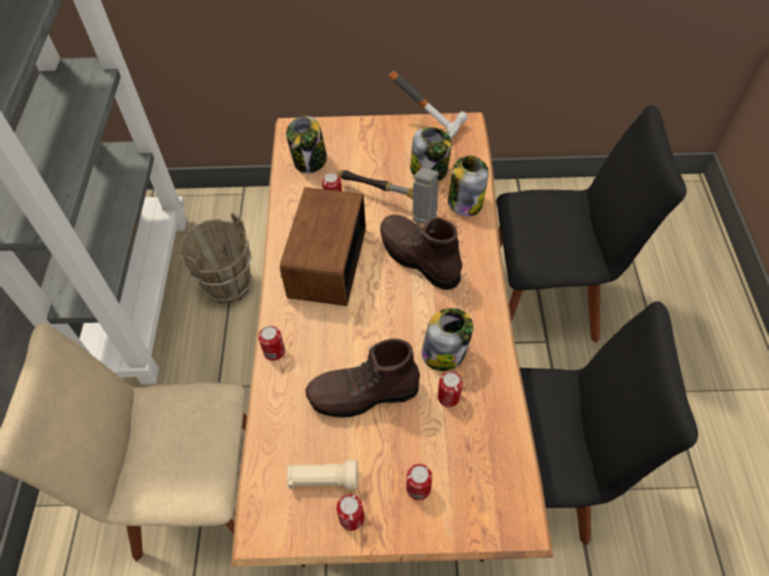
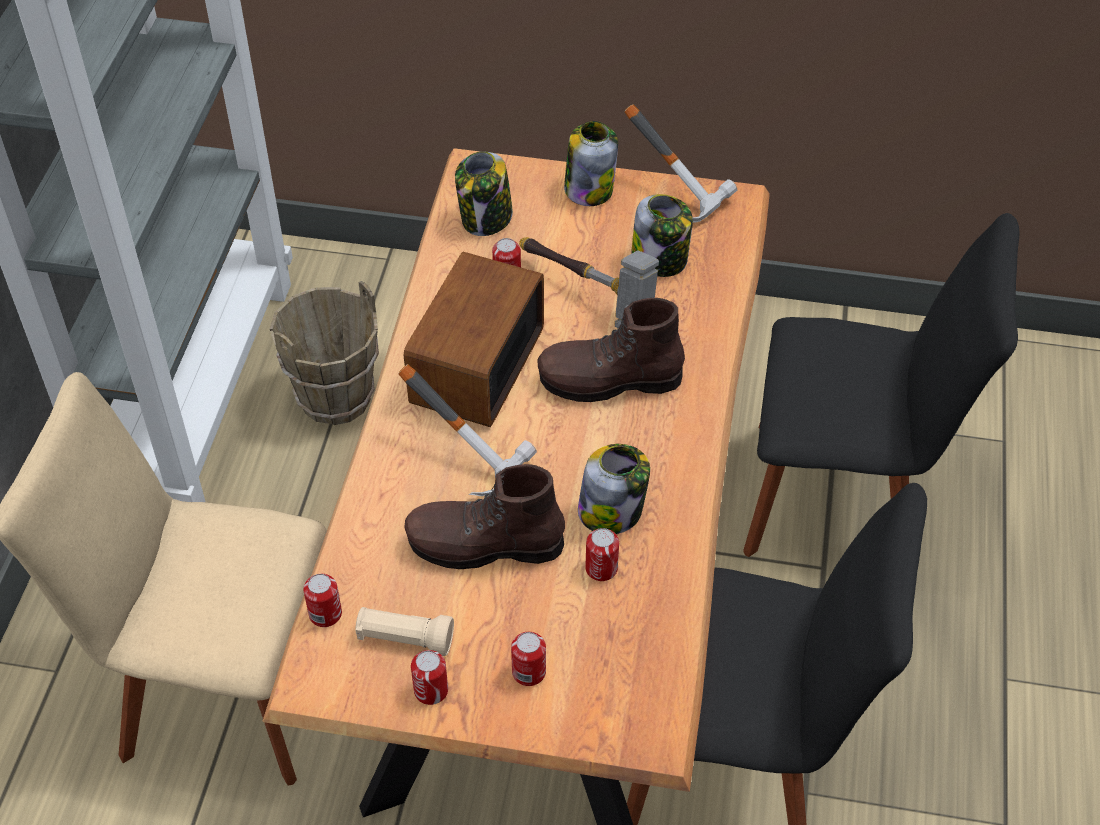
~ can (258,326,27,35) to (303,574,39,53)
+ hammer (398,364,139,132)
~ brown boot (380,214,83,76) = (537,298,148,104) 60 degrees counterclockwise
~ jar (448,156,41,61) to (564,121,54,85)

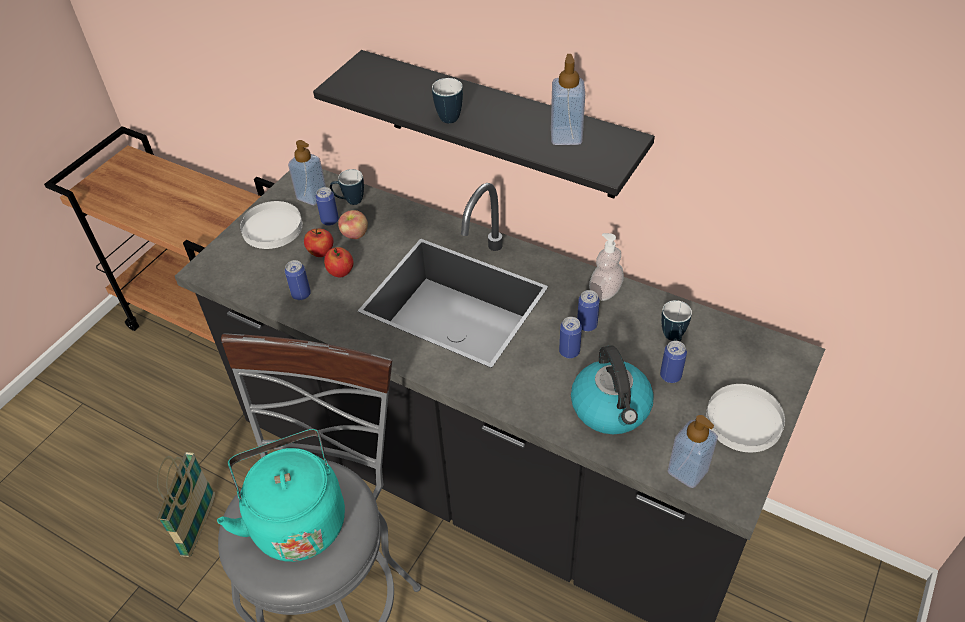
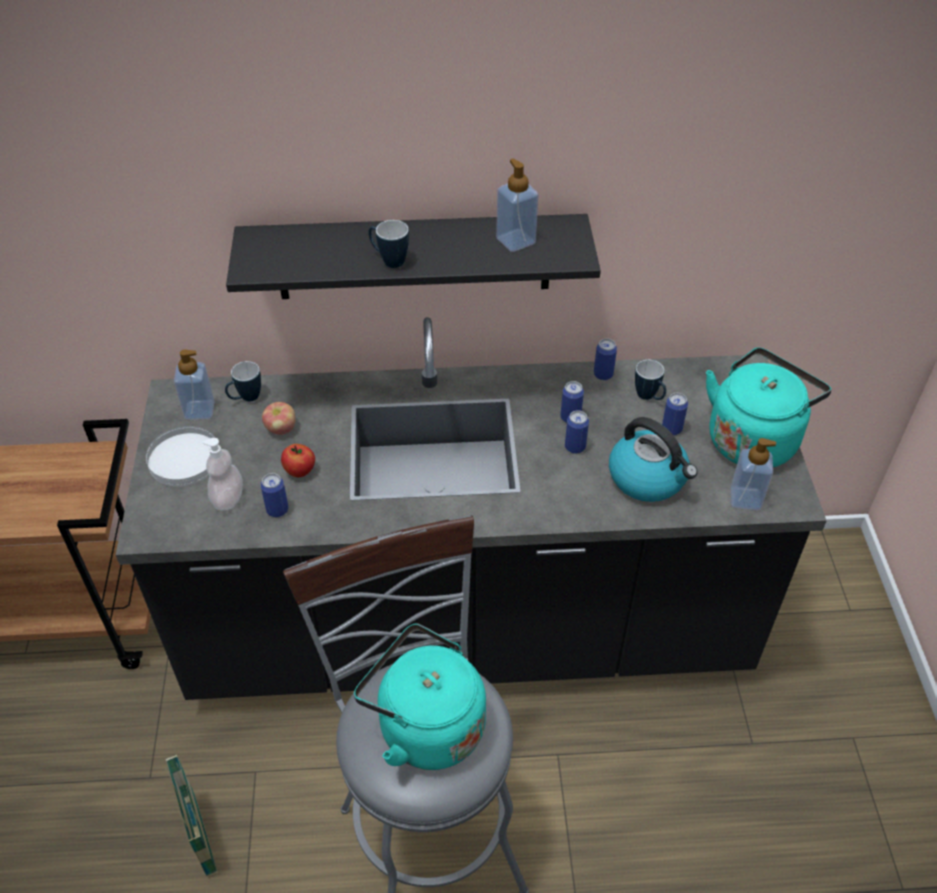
~ soap dispenser (589,233,35,68) to (202,438,41,72)
~ can (316,187,23,39) to (594,338,23,42)
~ white plate (706,384,79,68) to turquoise kettle (706,347,125,120)
- apple (304,228,29,29)

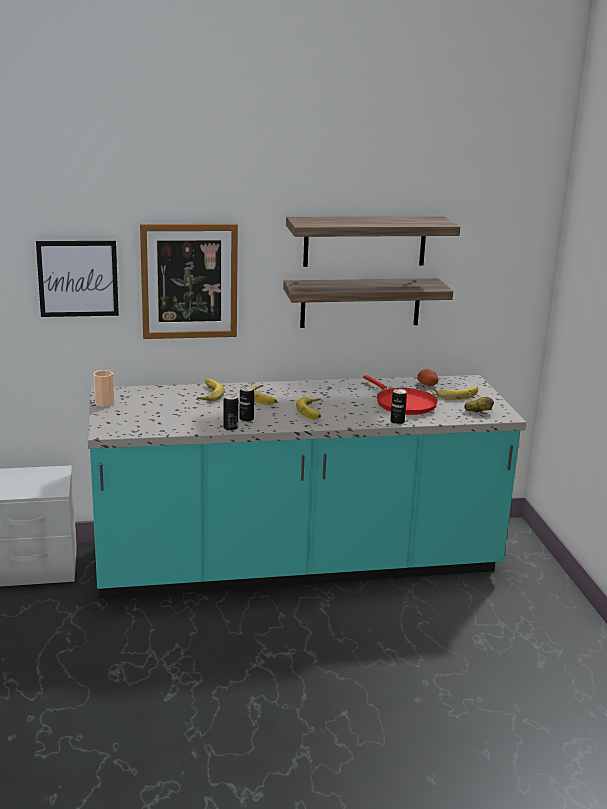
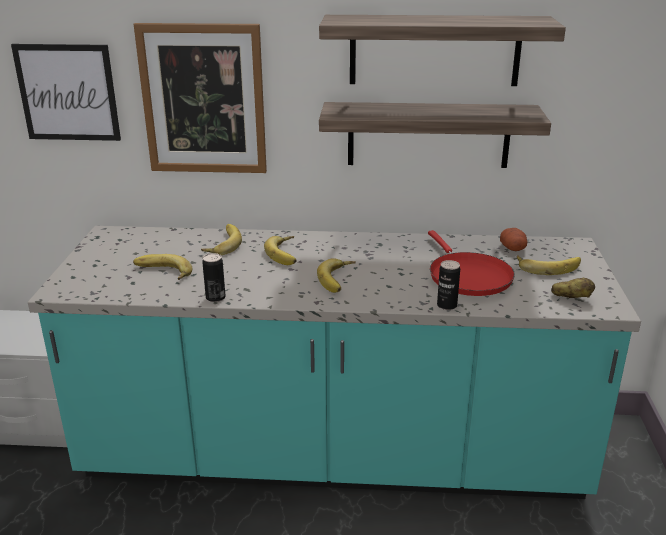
+ banana (133,254,59,26)
- cup (93,370,21,37)
- can (239,386,15,36)

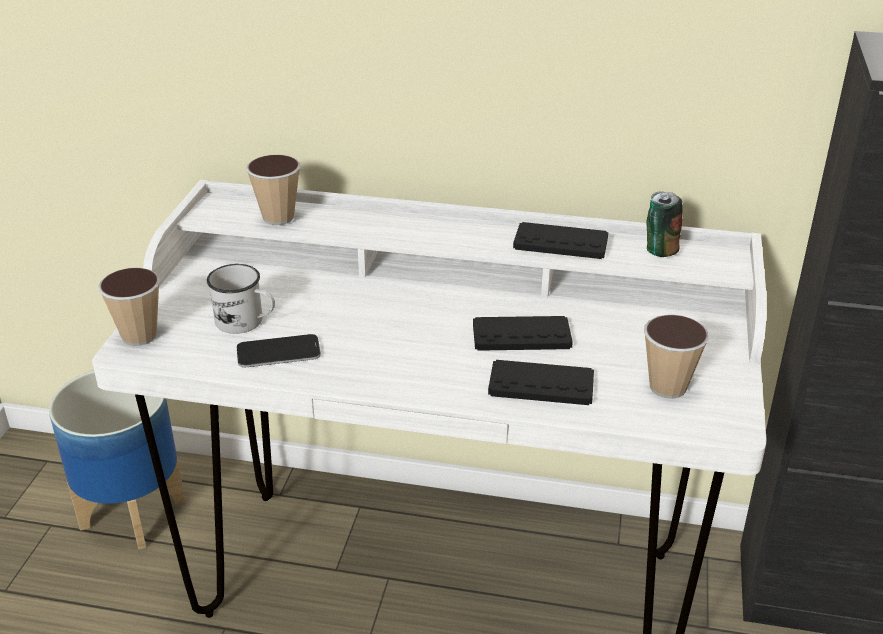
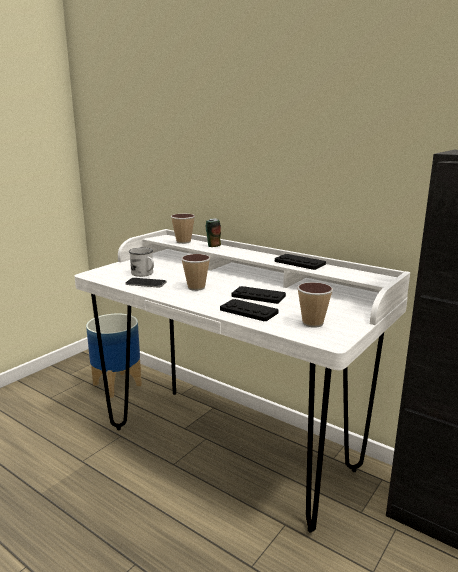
~ cup (98,268,62,78) to (181,254,29,37)
~ can (647,191,36,66) to (205,219,16,28)

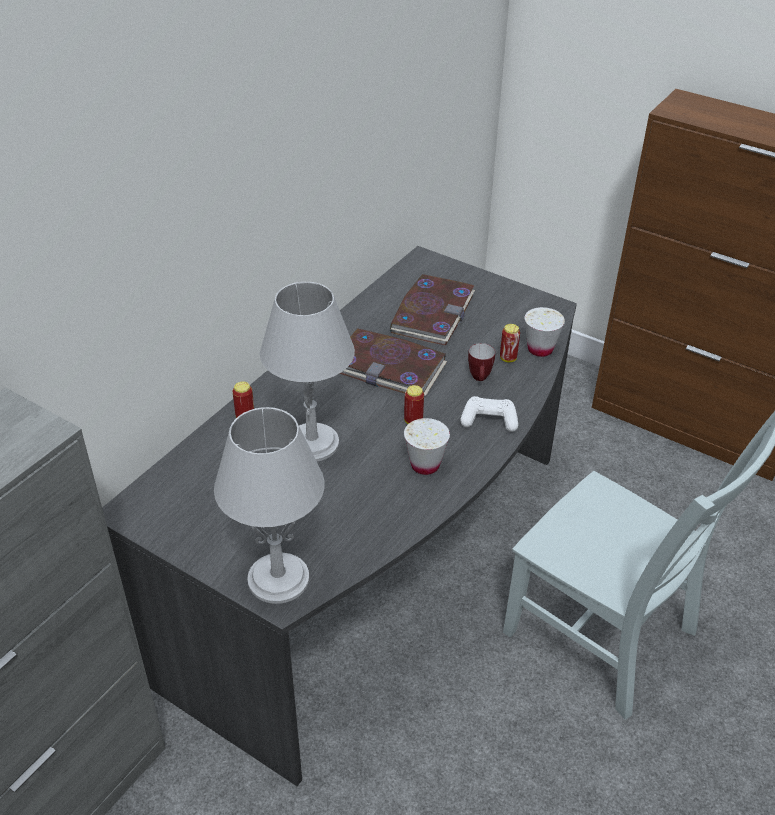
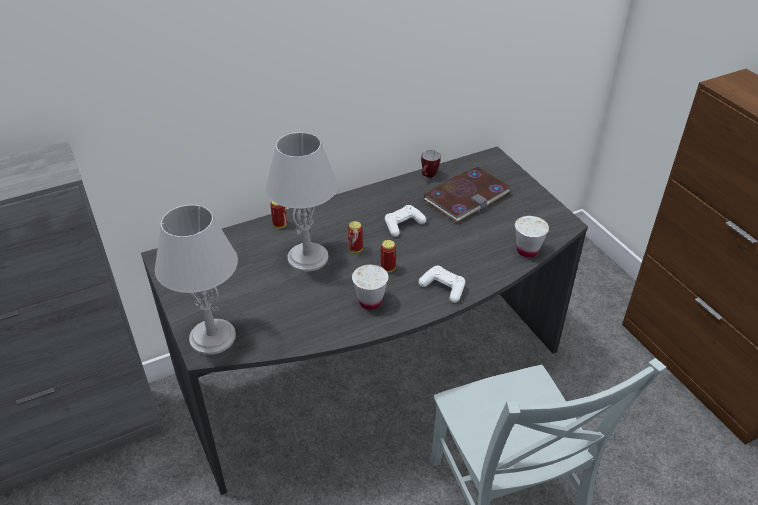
~ can (500,324,20,38) to (348,221,15,32)
~ book (340,328,107,68) to white game controller (385,205,41,32)
~ mug (468,343,27,38) to (421,150,20,28)

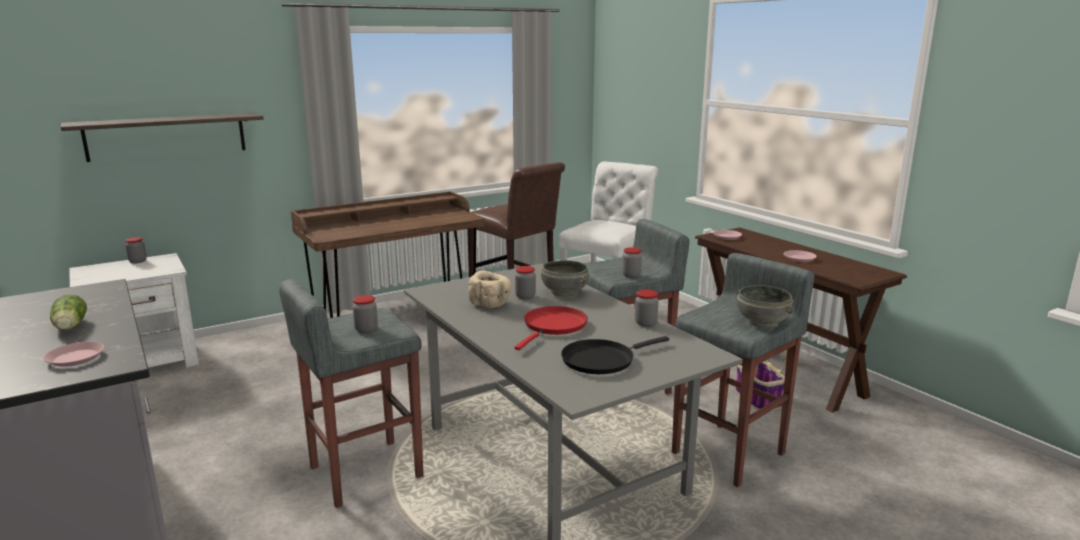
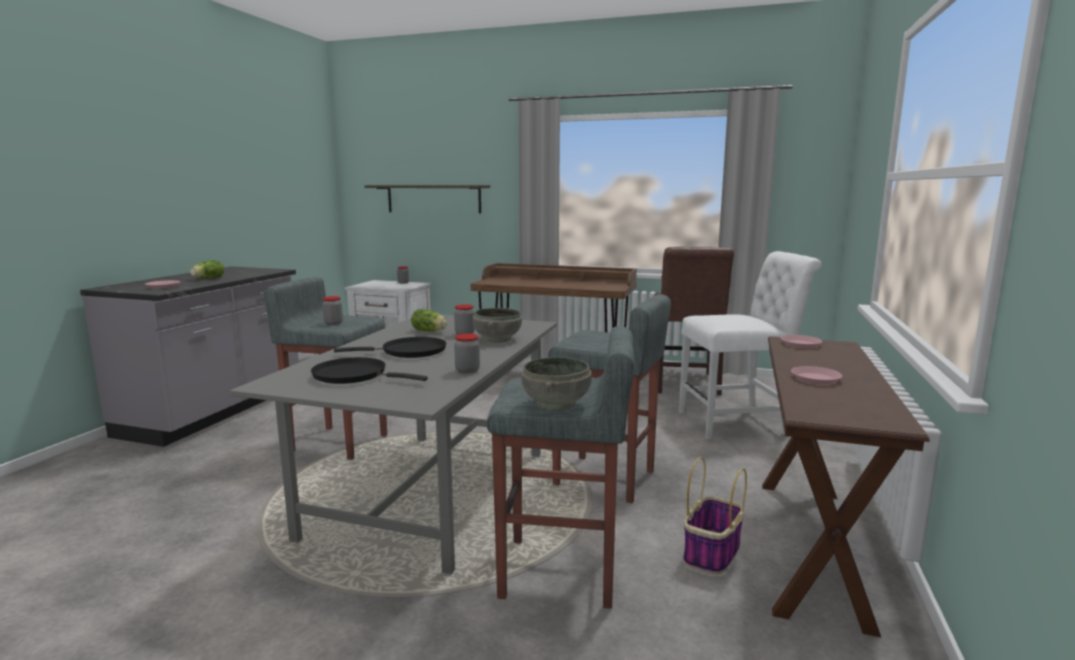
~ red frying pan (514,306,74,44) to black frying pan (334,337,112,21)
~ beige bowl (468,270,44,38) to lettuce (411,309,37,22)
- jar (622,247,20,31)

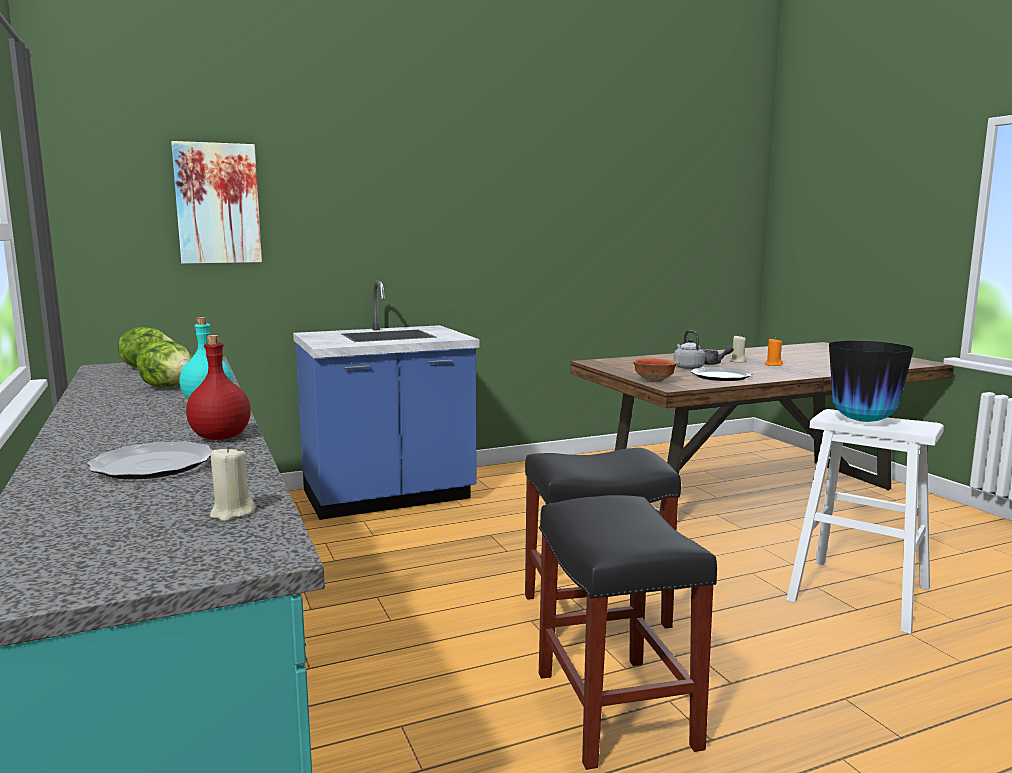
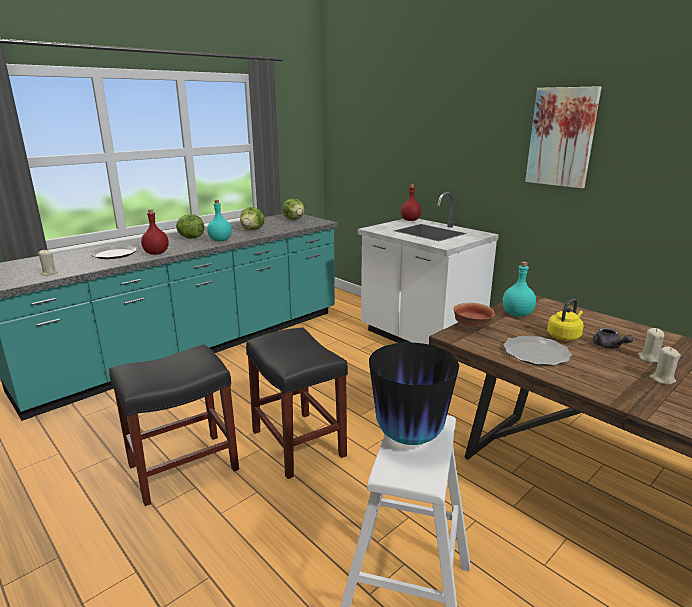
+ lettuce (176,214,28,25)
~ blue counter (293,280,187,240) to white counter (358,192,141,153)
+ red bottle (401,184,20,37)
+ turquoise bottle (503,262,33,55)
~ picture (171,141,91,123) to (525,86,77,102)
~ grey kettle (674,330,31,39) to yellow kettle (547,299,37,42)
~ orange candle (765,338,18,28) to beige candle (649,346,32,39)

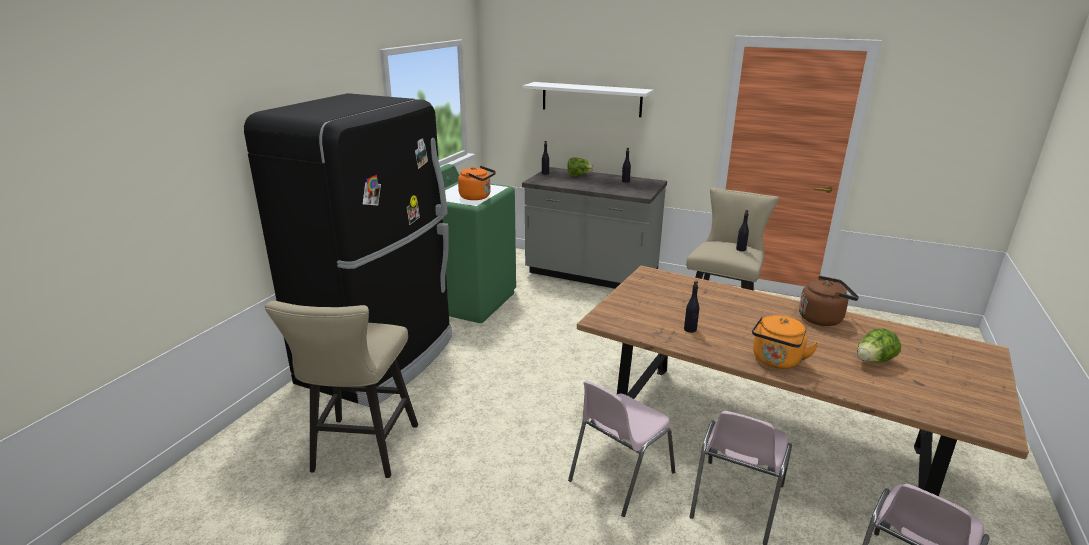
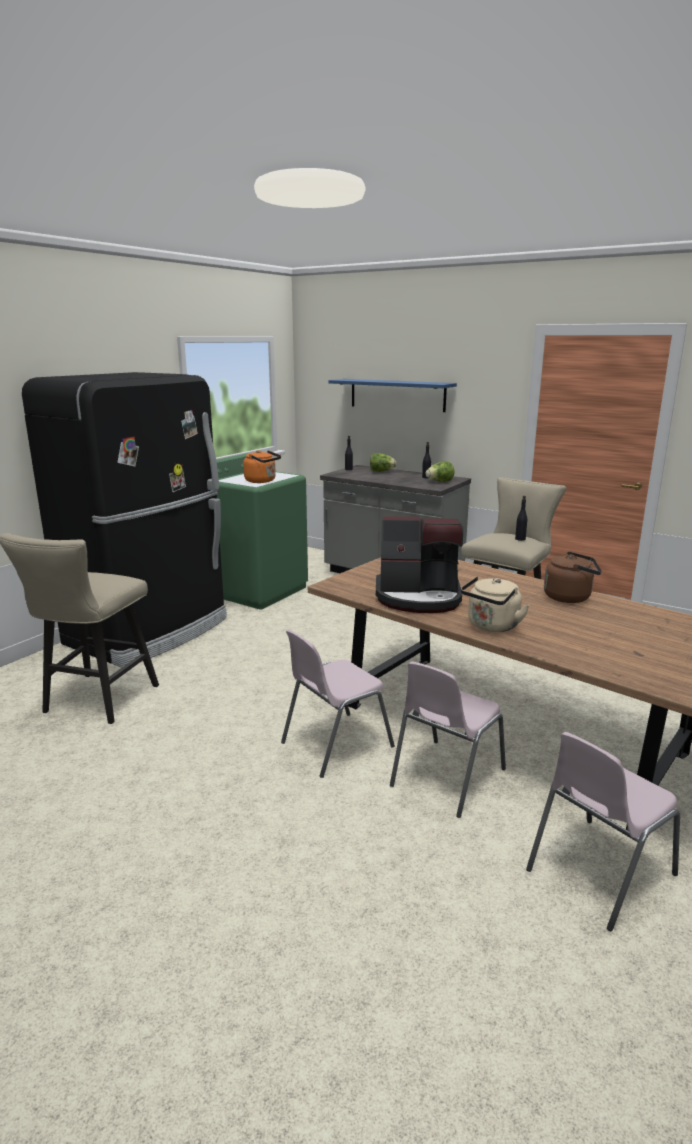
~ white shelf (523,82,131,35) to blue shelf (328,379,129,33)
~ black bottle (684,281,15,52) to coffee machine (376,516,87,97)
~ lettuce (857,329,44,34) to (426,461,28,21)
~ orange kettle (752,315,67,54) to beige kettle (461,576,69,56)

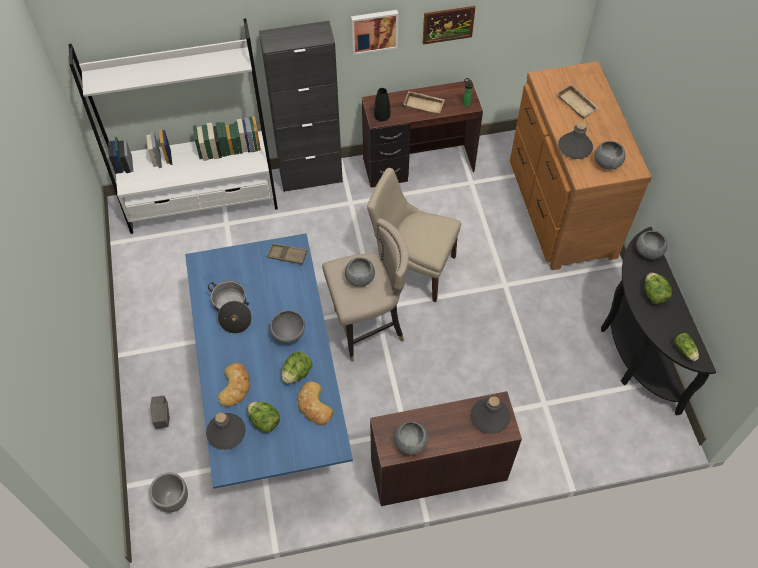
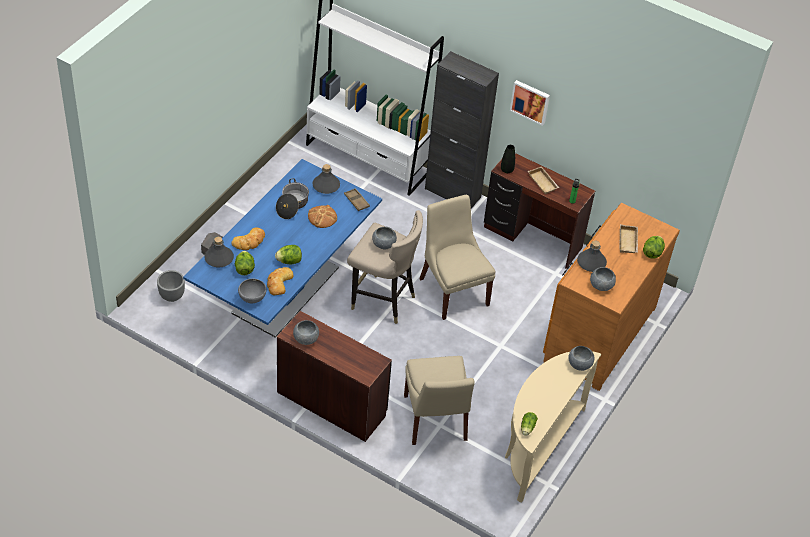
~ grey bowl (270,310,35,34) to (238,279,29,24)
+ bread (308,205,29,23)
~ grey bottle (471,396,39,38) to (312,164,28,30)
+ beige chair (404,356,71,89)
~ black console table (601,227,115,188) to beige console table (505,351,96,152)
~ lettuce (645,273,27,31) to (643,236,22,23)
- picture (423,6,52,39)

